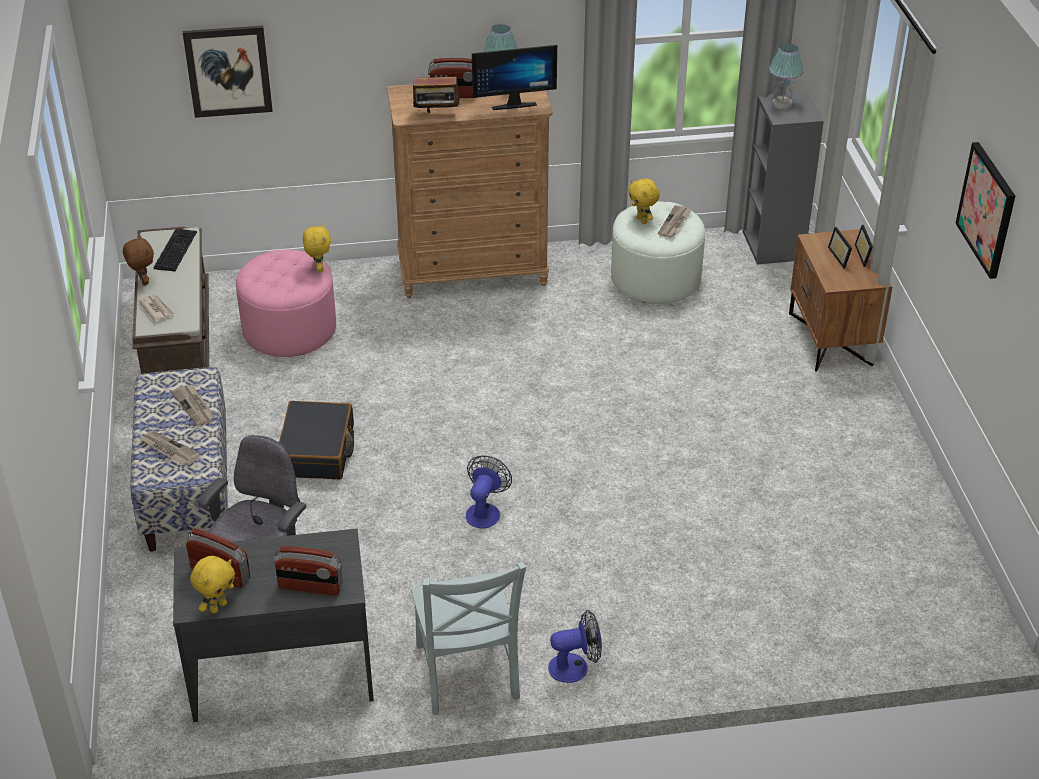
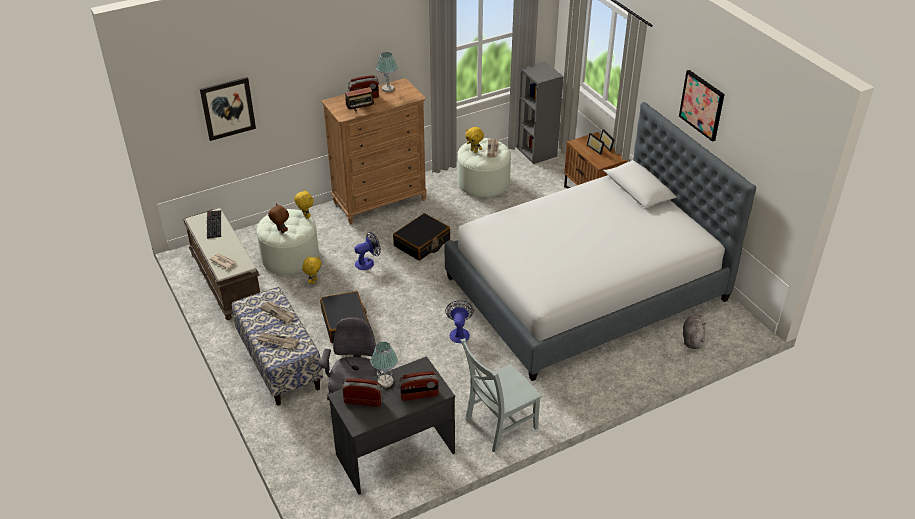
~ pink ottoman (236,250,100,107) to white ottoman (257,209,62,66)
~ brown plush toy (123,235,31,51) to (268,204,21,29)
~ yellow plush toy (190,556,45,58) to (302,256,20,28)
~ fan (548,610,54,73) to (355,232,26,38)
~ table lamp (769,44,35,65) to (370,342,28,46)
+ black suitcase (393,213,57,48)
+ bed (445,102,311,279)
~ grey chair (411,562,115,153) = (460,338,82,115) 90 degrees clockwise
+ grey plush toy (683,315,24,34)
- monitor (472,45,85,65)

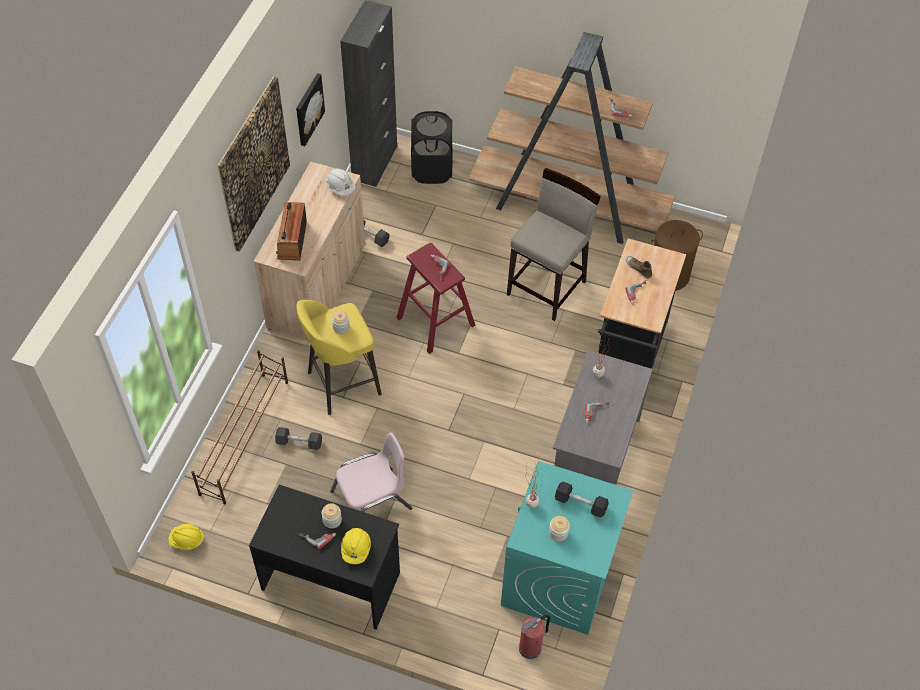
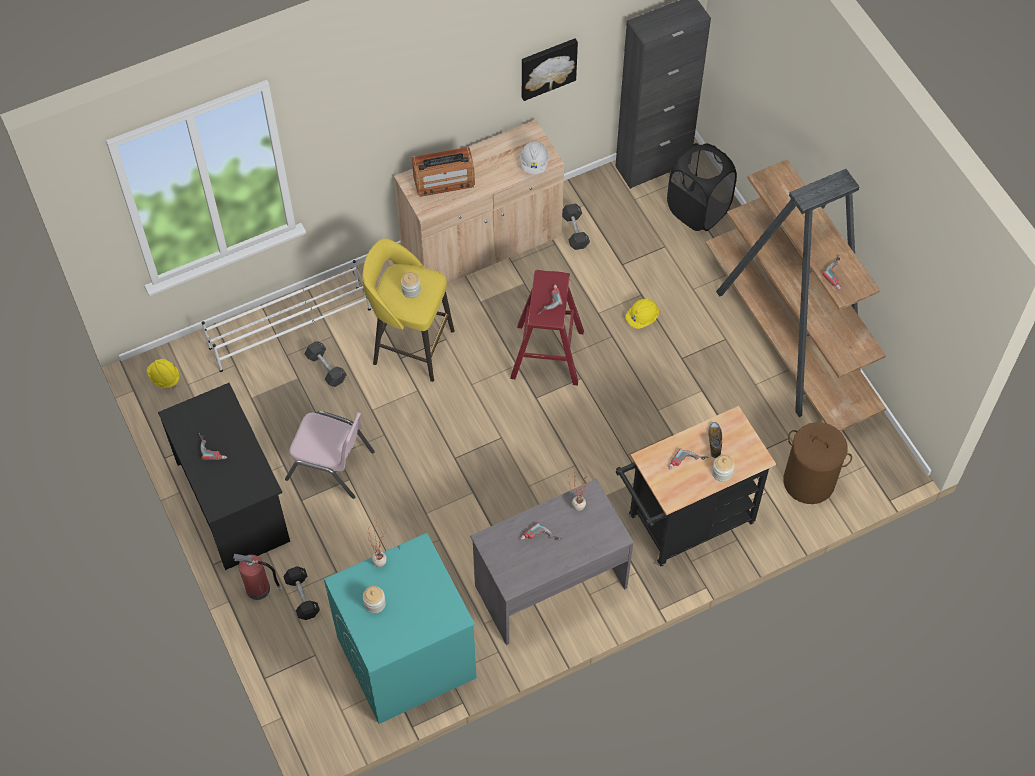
~ brown shoe rack (191,350,97,154) to white shoe rack (202,260,169,112)
~ fire extinguisher (519,615,31,44) to (233,554,49,46)
~ black dumbbell (555,482,54,36) to (283,567,37,53)
~ radio (276,202,31,59) = (412,147,63,50) 150 degrees counterclockwise
~ yellow hard hat (341,528,30,36) to (625,298,34,31)
~ jar (322,503,20,26) to (712,455,22,27)
- picture (217,77,73,175)
- beige stool (507,168,94,153)

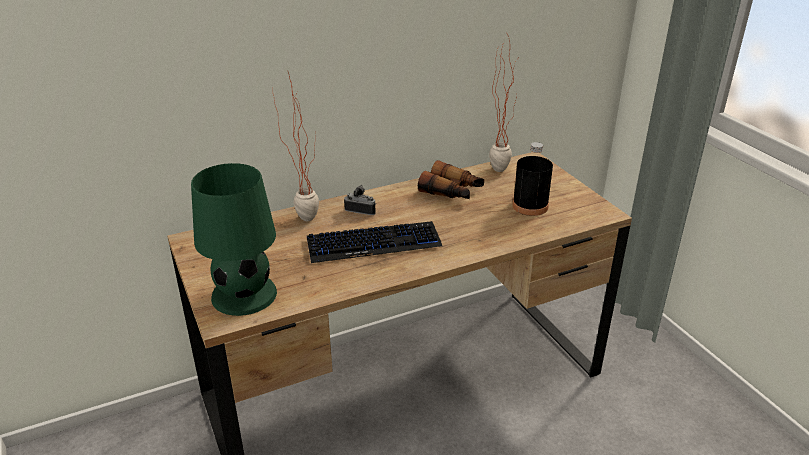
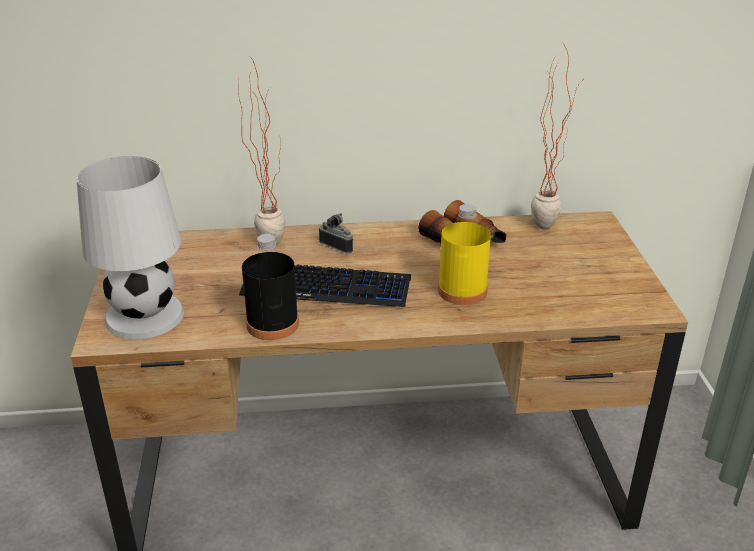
~ green table lamp (191,163,86,153) to white table lamp (76,156,108,183)
~ black bottle (512,142,41,74) to (242,234,57,106)
+ yellow bottle (438,204,53,101)

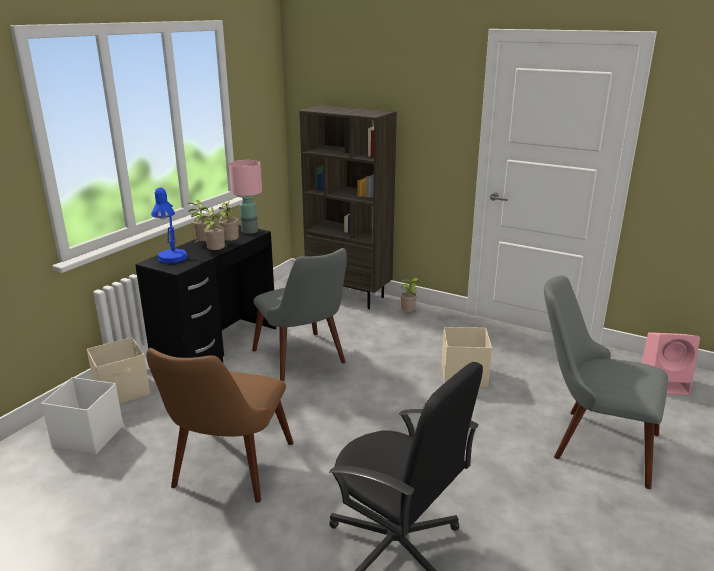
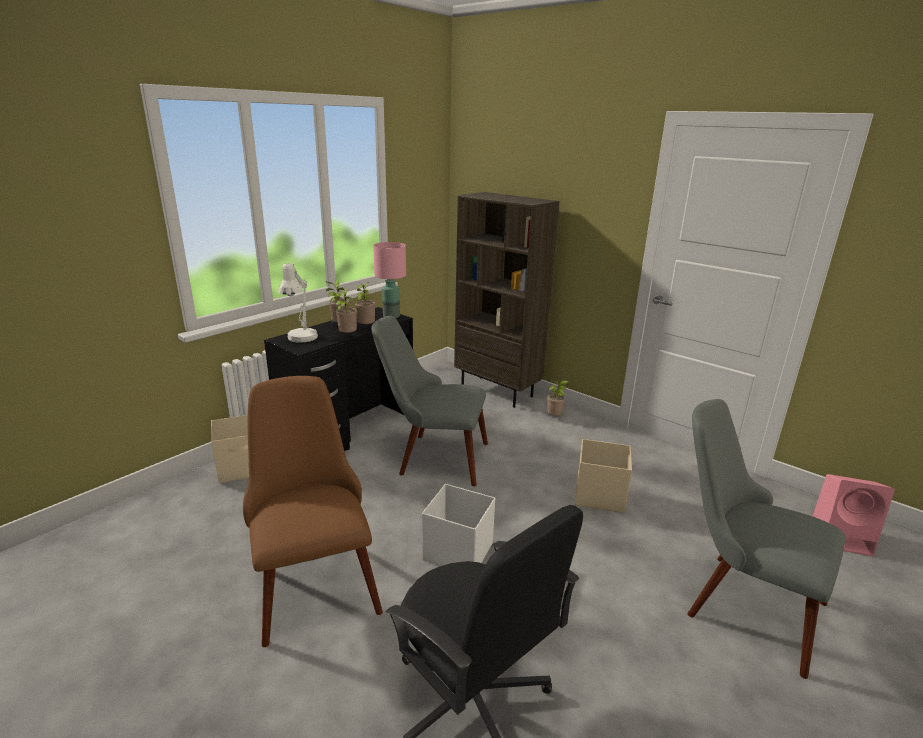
~ brown chair (146,348,148,155) = (243,376,140,271) 135 degrees clockwise
~ blue table lamp (151,188,36,75) to white table lamp (278,263,40,80)
~ grey chair (252,248,95,133) = (371,316,117,170) 120 degrees clockwise
~ white storage box (41,377,82,77) to (422,484,73,82)

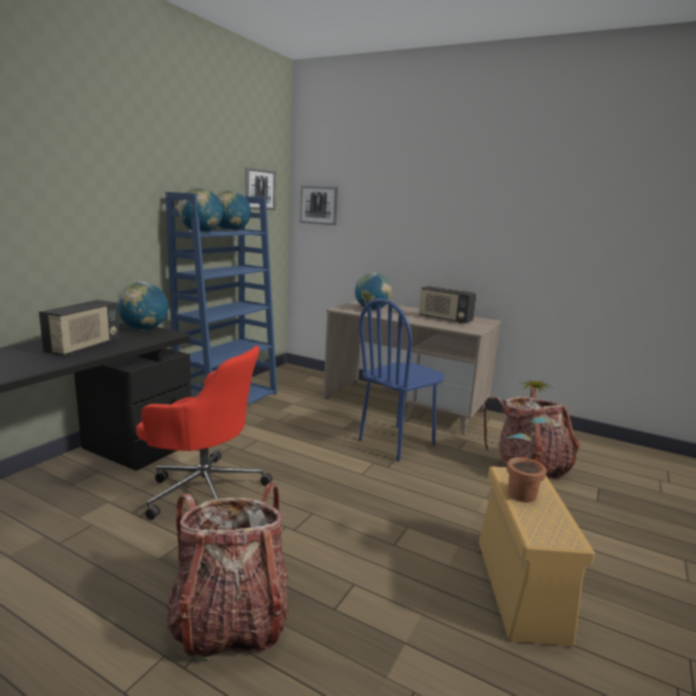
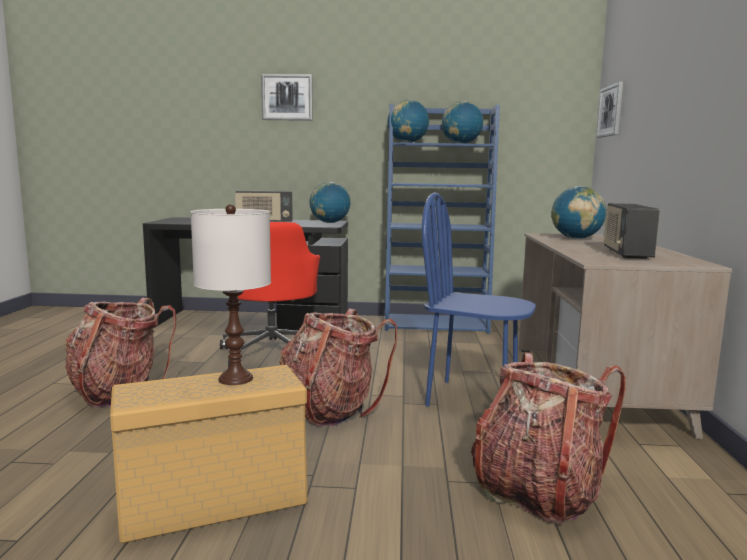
~ potted plant (506,380,48,123) to white table lamp (190,204,81,181)
~ picture (245,167,31,43) to (261,74,52,47)
+ backpack (279,309,118,118)

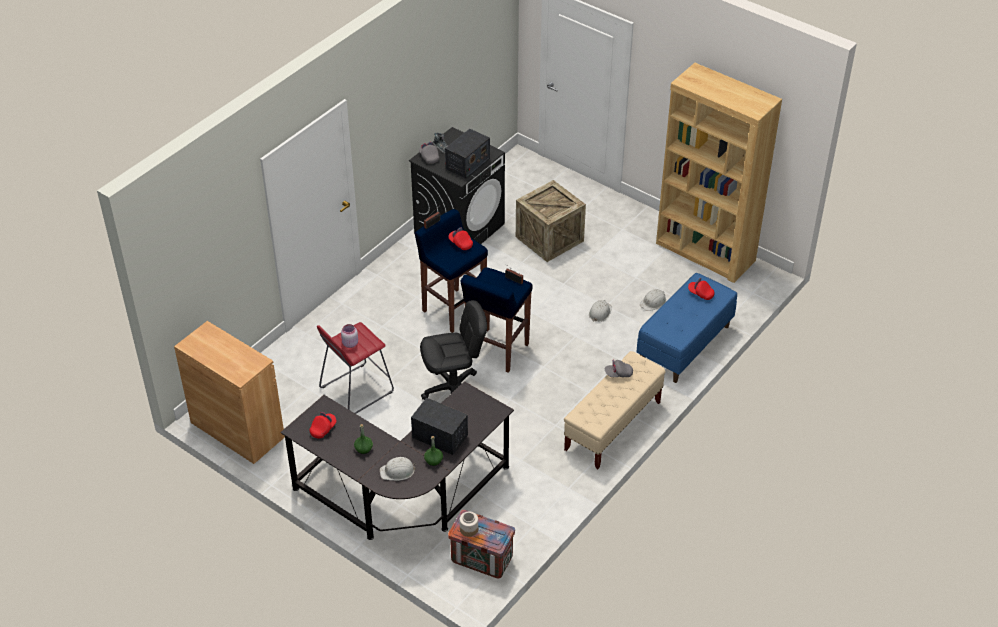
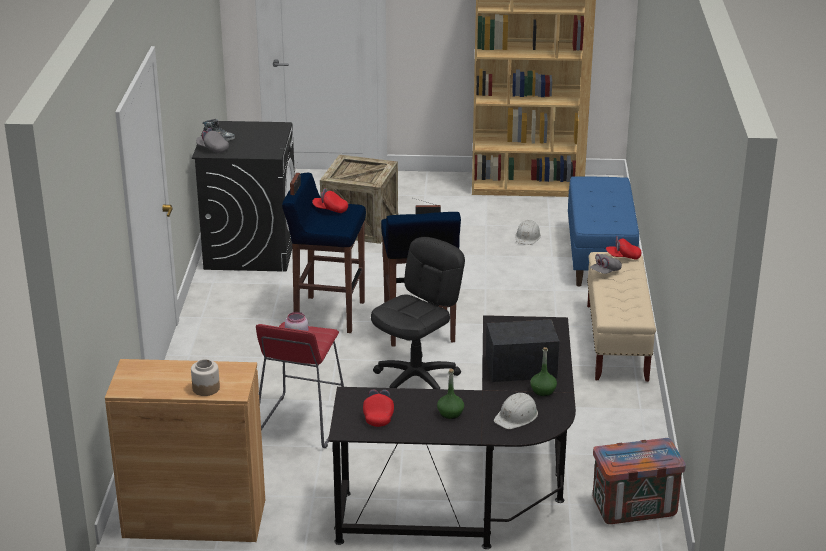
~ jar (460,512,18,25) to (191,359,29,37)
~ red cap (688,278,26,22) to (606,236,35,24)
- radio (445,129,45,50)
- white hard hat (589,300,23,22)

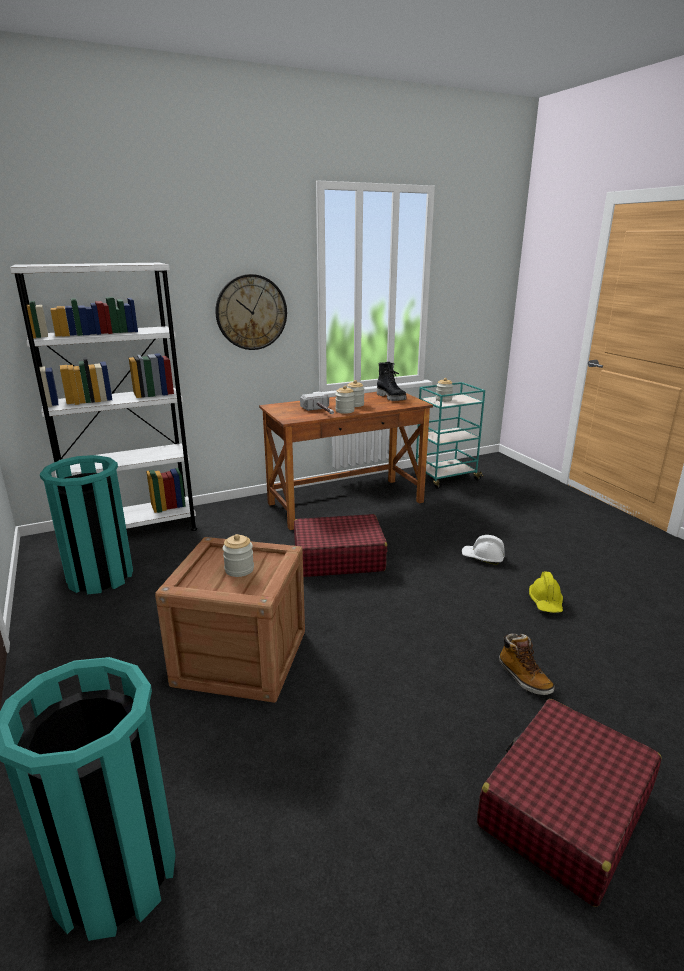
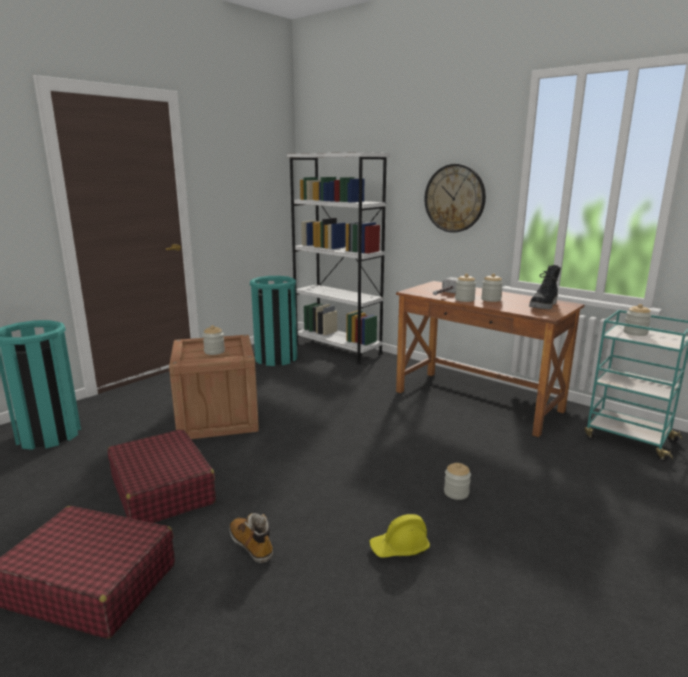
~ red suitcase (294,514,94,63) to (108,429,108,94)
~ boot (499,633,56,62) = (229,513,44,51) 105 degrees clockwise
~ white hard hat (462,535,43,30) to jar (444,463,27,37)

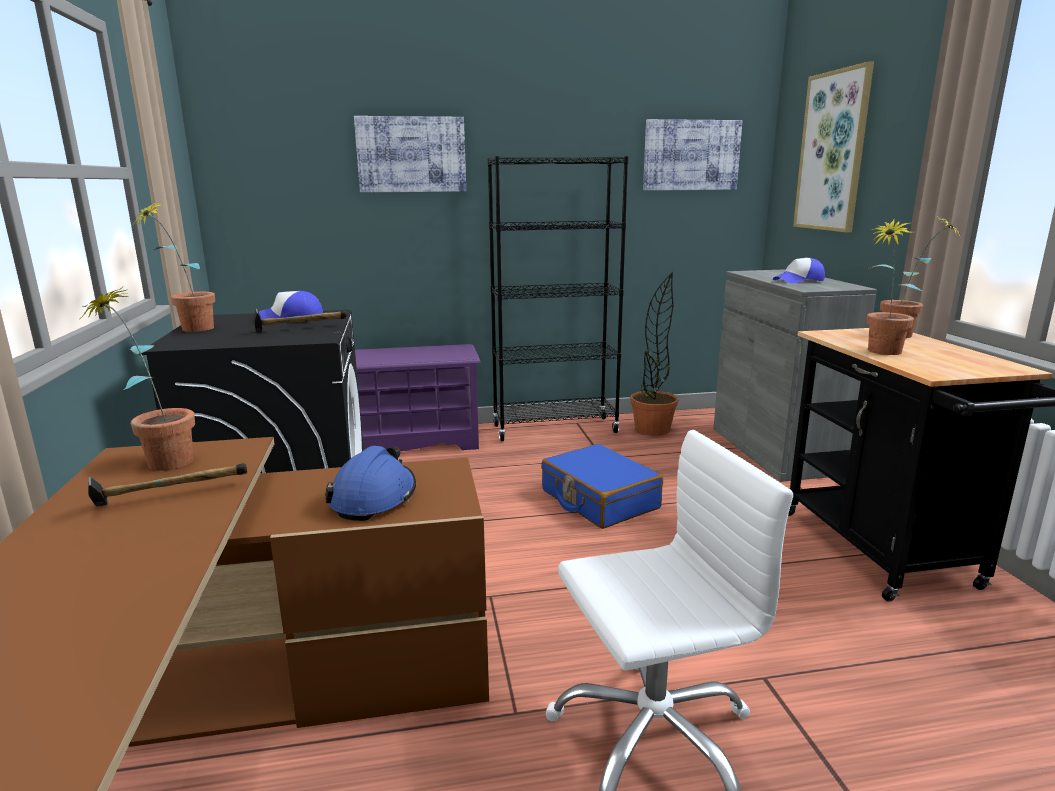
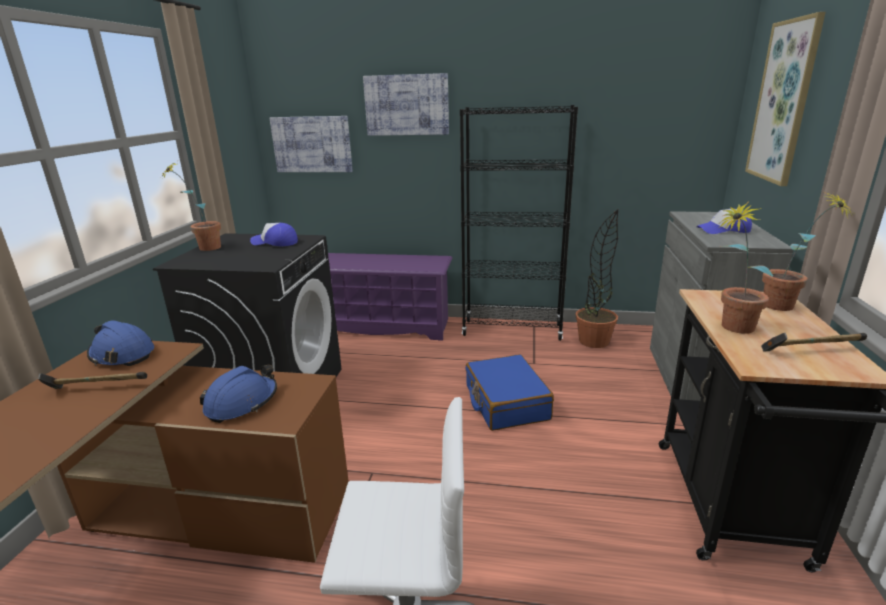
~ potted plant (80,286,115,185) to blue hard hat (87,320,67,46)
~ picture (643,119,99,72) to (270,116,83,56)
~ hammer (254,309,93,23) to (761,333,106,19)

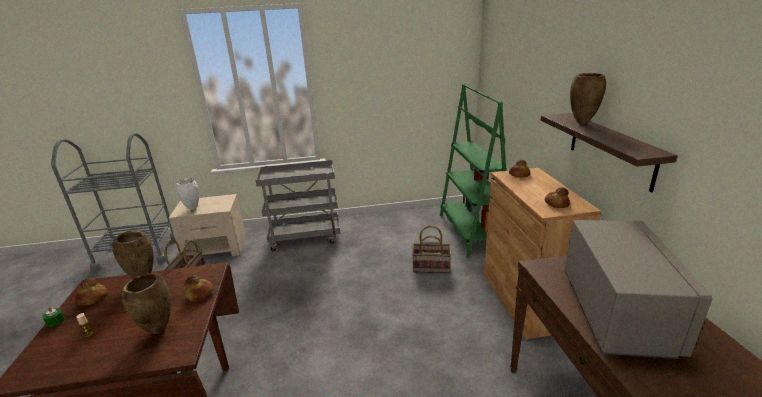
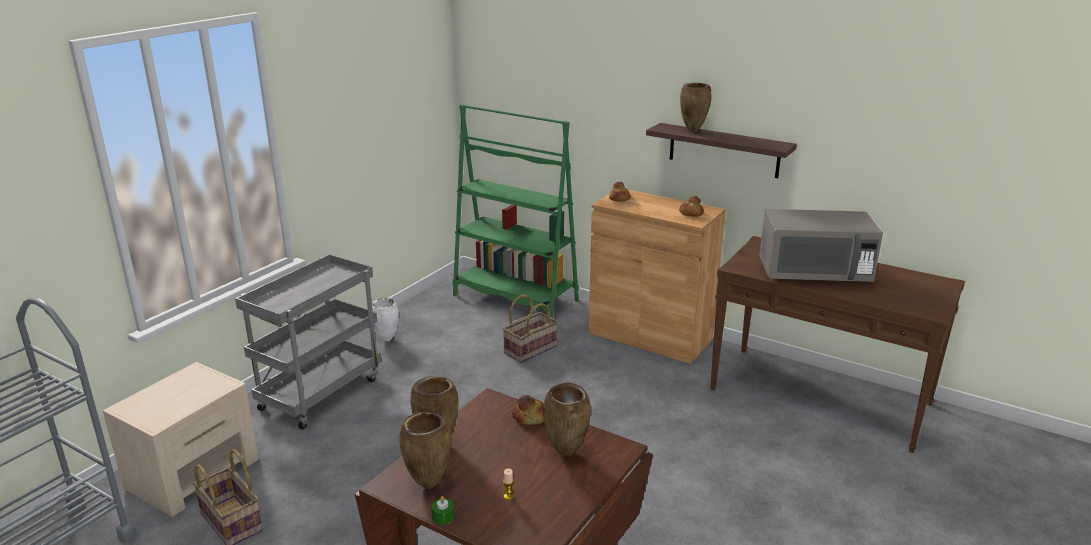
~ white vase (176,178,23,32) to (372,298,27,44)
~ bread (74,278,34,27) to brown vase (399,412,52,77)
~ grey microwave (564,220,148,139) = (759,209,124,73) 135 degrees clockwise

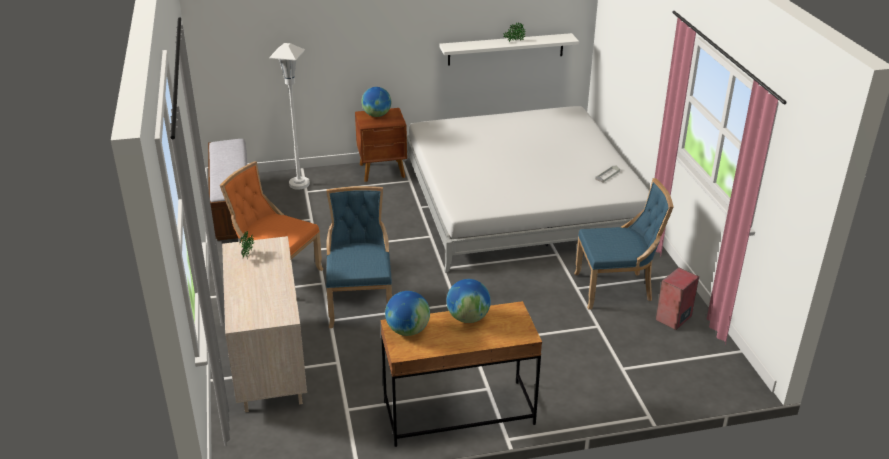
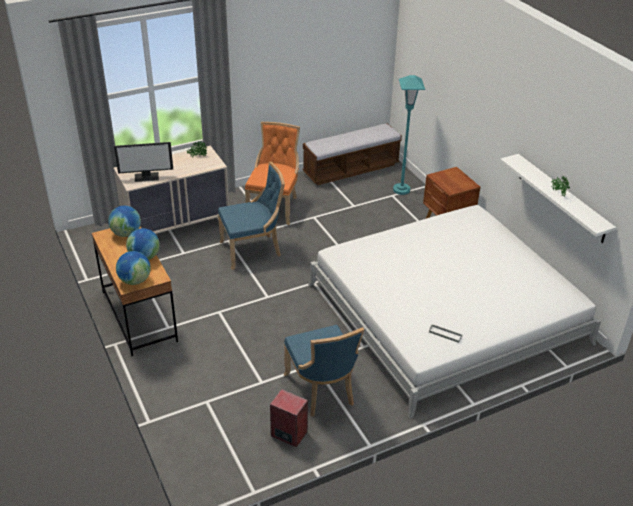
+ monitor (114,142,59,40)
~ globe (361,87,30,30) to (116,251,35,34)
~ white floor lamp (269,43,41,147) to turquoise floor lamp (393,75,32,120)

